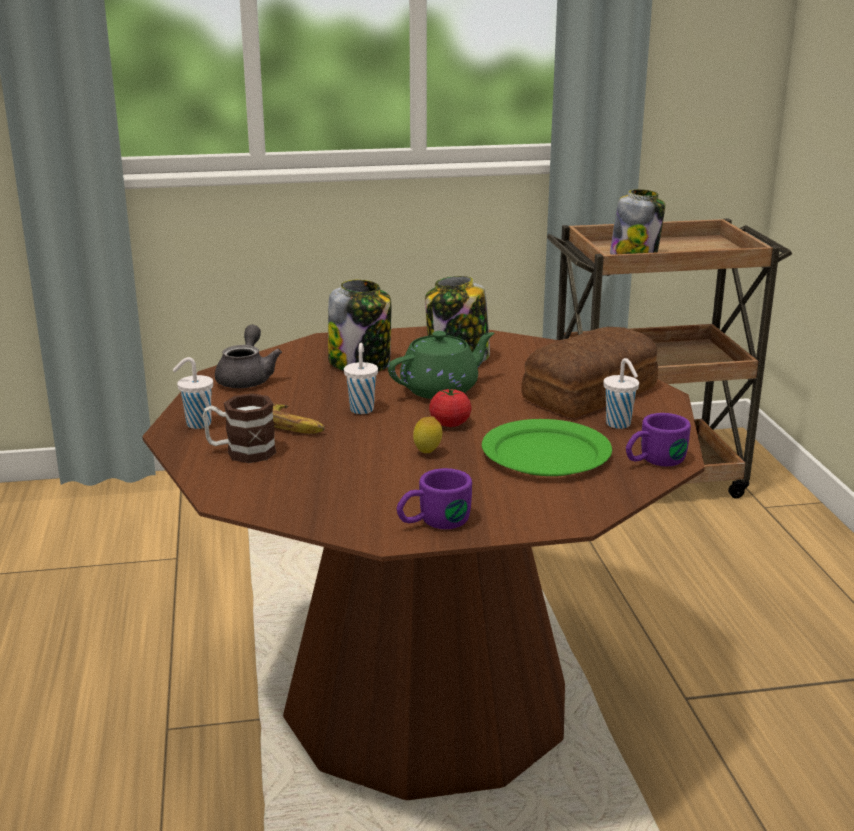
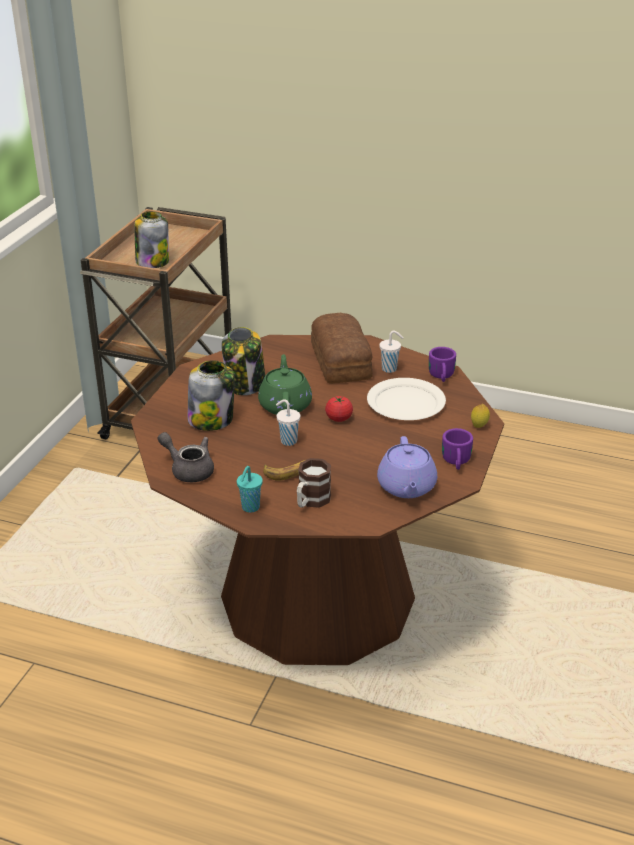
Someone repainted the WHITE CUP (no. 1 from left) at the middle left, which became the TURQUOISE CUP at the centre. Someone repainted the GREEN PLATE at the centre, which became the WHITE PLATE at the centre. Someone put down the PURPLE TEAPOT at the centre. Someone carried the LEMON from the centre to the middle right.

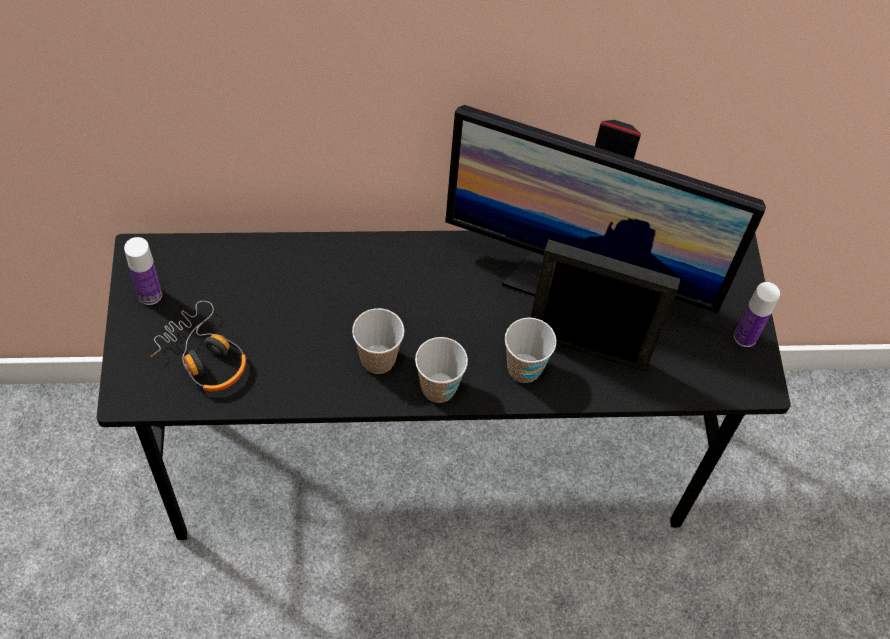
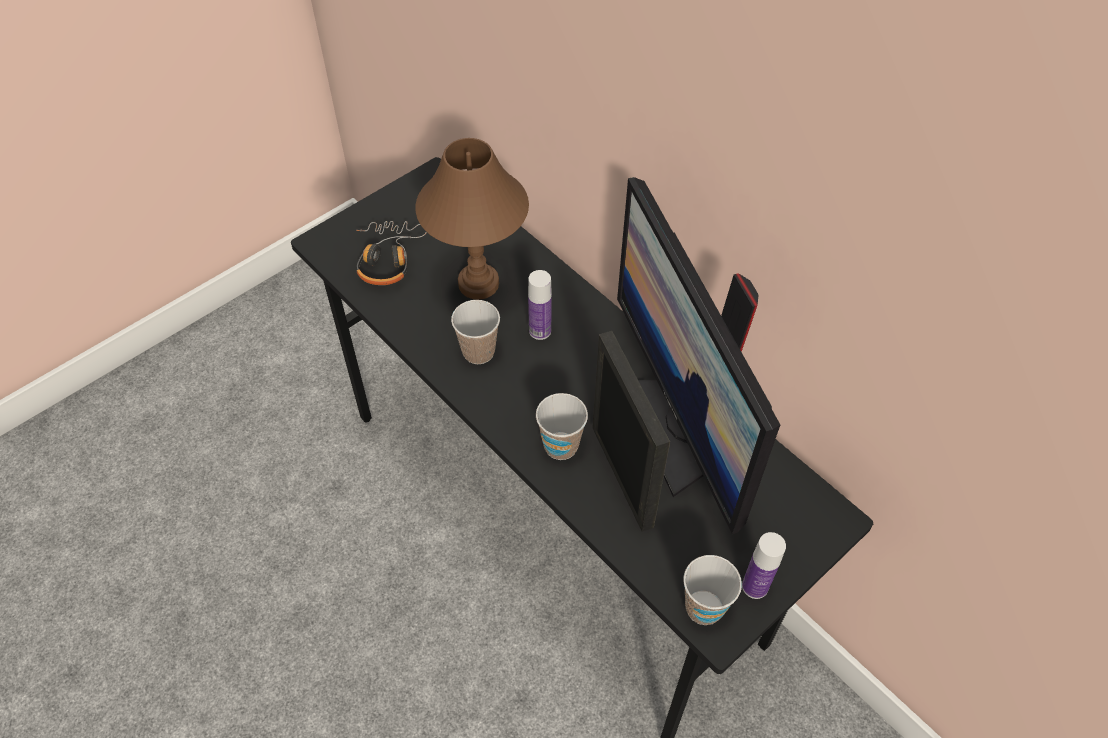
Someone put down the BROWN TABLE LAMP at the top centre. Someone carried the BOTTLE (no. 1 from left) from the middle left to the centre. Someone carried the CUP (no. 2 from left in the first image) from the centre to the bottom centre.

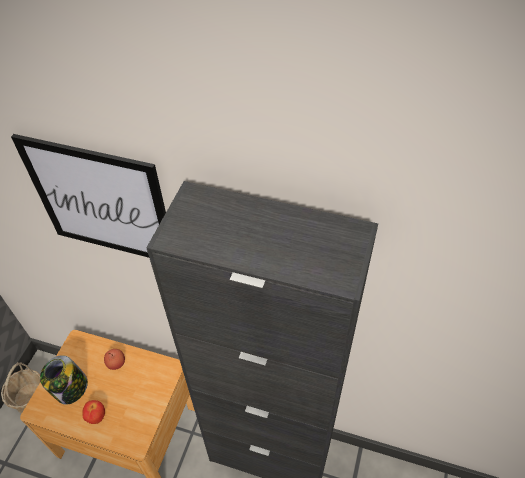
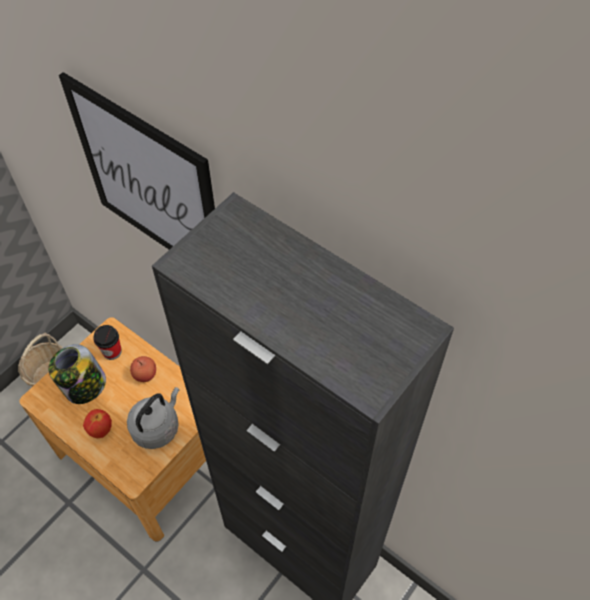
Someone put down the CUP at the middle left. Someone put down the GREY KETTLE at the bottom left.

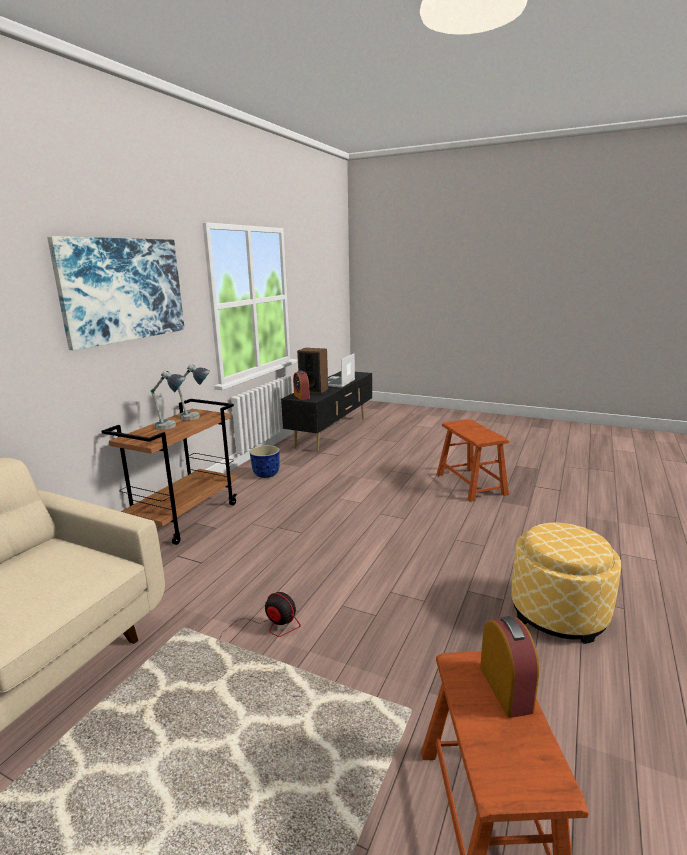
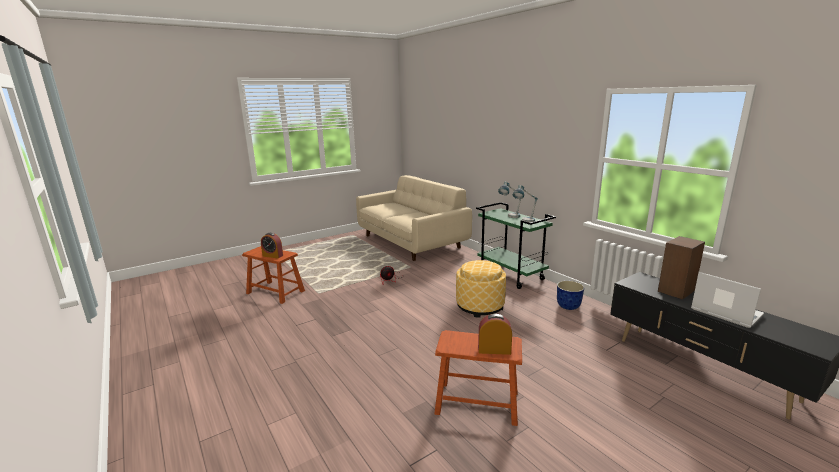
Someone carried the OTTOMAN from the bottom right to the centre. Someone repainted the BROWN CART at the middle left, which became the GREEN CART at the centre. Someone carried the ALARM CLOCK (no. 1 from left in the first image) from the centre to the bottom centre. Someone took away the PICTURE at the middle left.

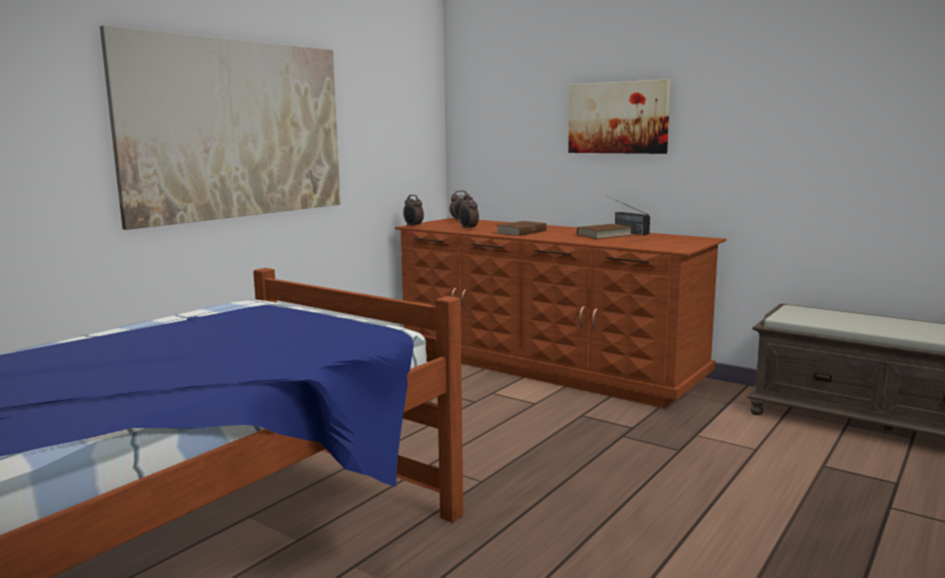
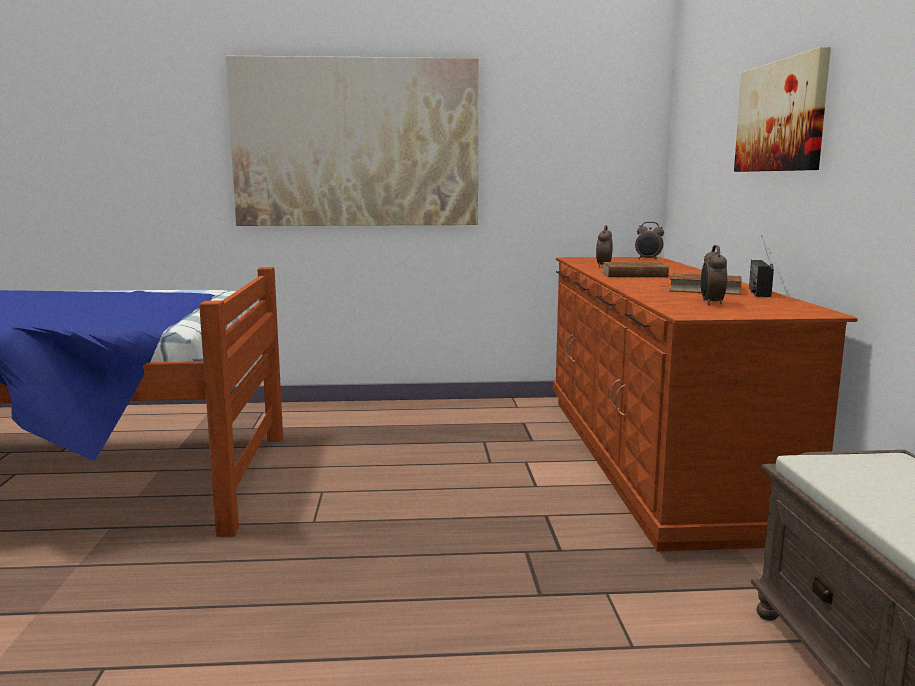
Someone carried the ALARM CLOCK (no. 1 from left in the first image) from the centre to the middle right.

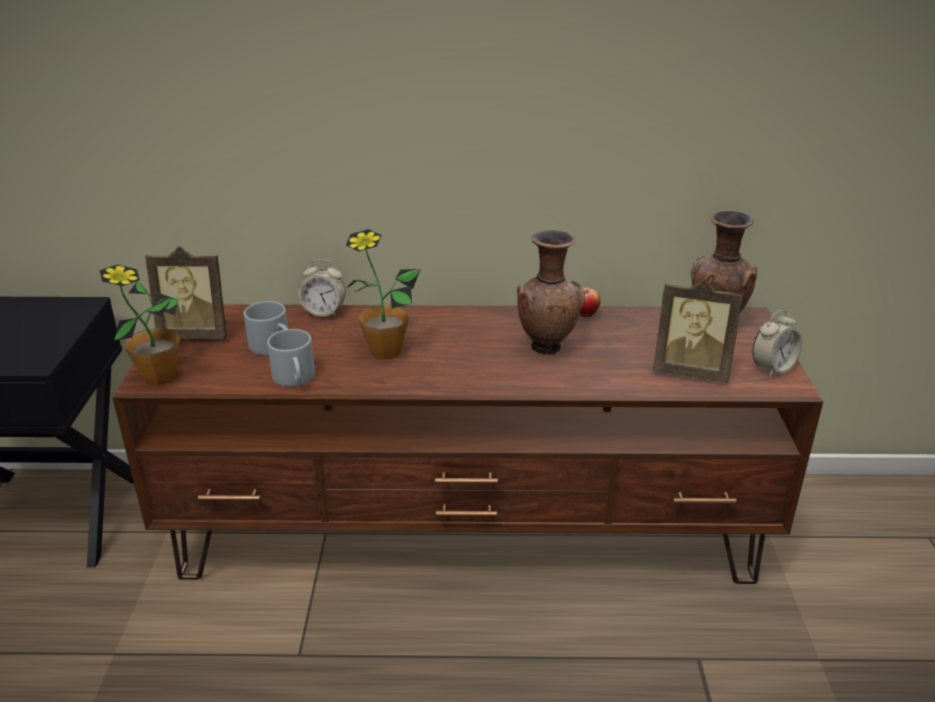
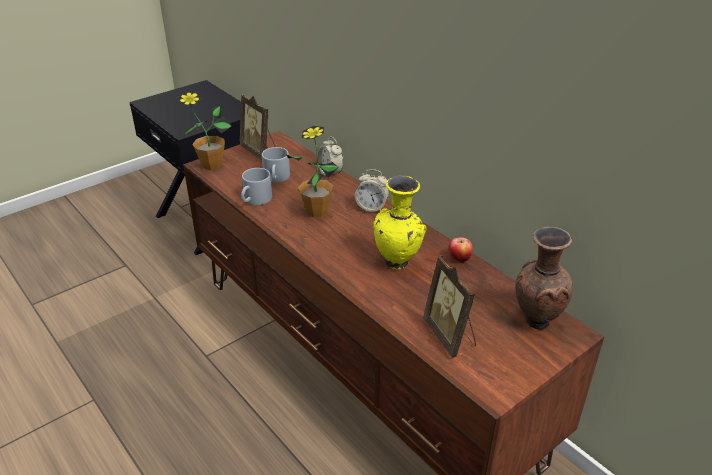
Someone carried the ALARM CLOCK (no. 2 from left) from the middle right to the centre. Someone repainted the BROWN VASE (no. 1 from left) at the centre, which became the YELLOW VASE at the centre.

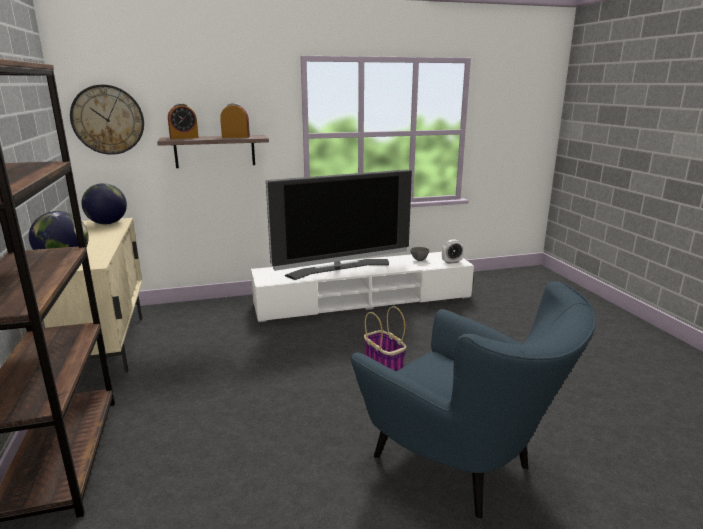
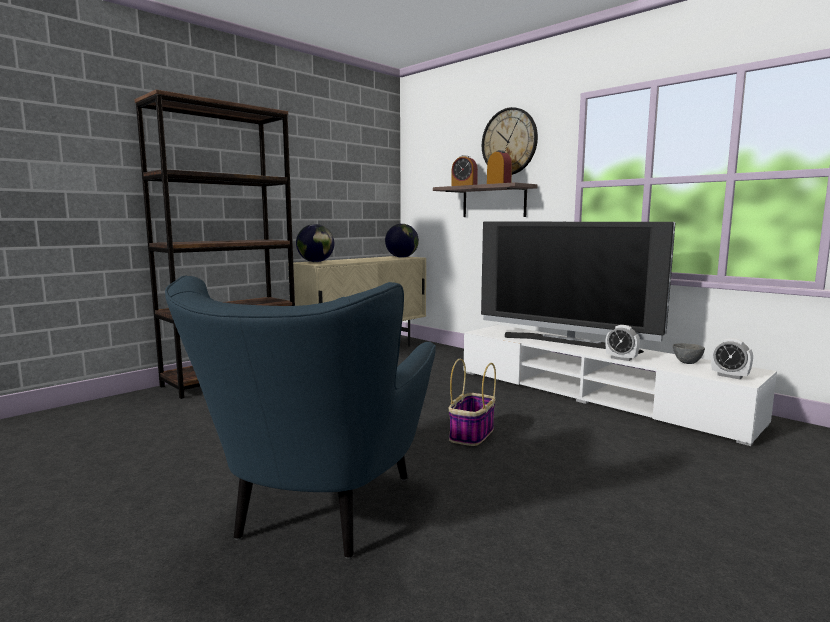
Someone carried the WALL CLOCK from the top left to the top centre. Someone put down the ALARM CLOCK (no. 3 from left) at the middle right.

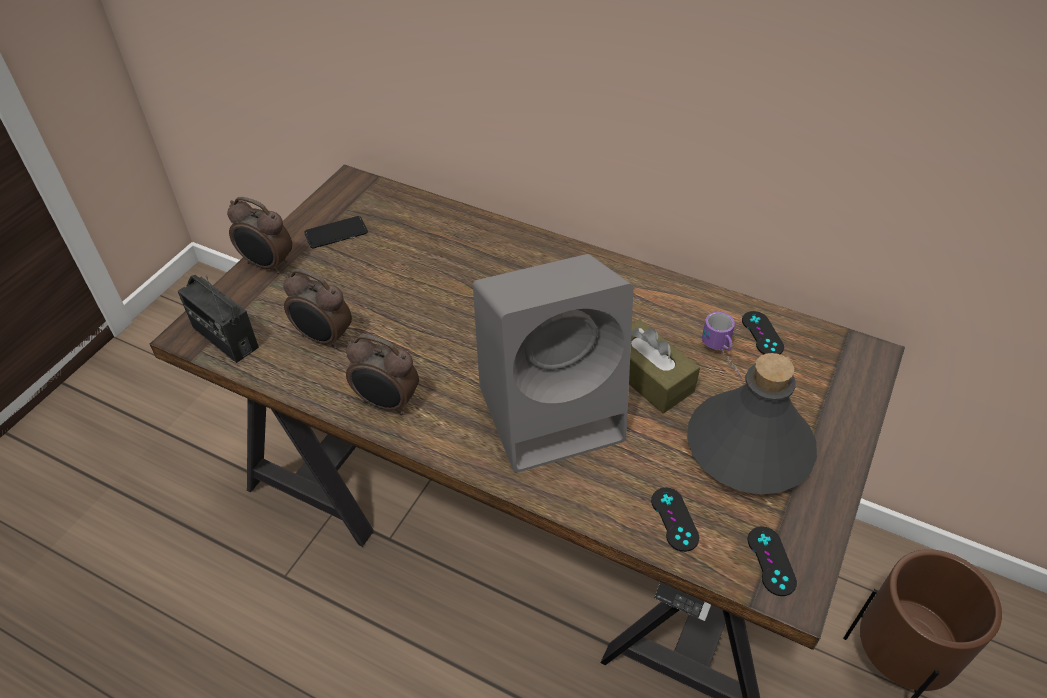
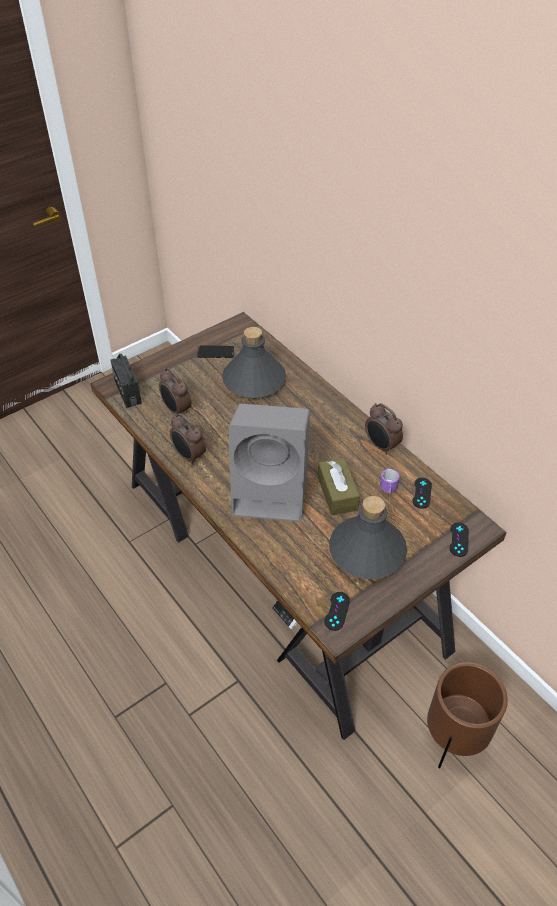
Someone put down the GREY BOTTLE (no. 1 from left) at the centre. Someone carried the ALARM CLOCK (no. 1 from left in the first image) from the middle left to the middle right. Someone carried the BLACK GAME CONTROLLER (no. 1 from left in the first image) from the bottom centre to the middle right.

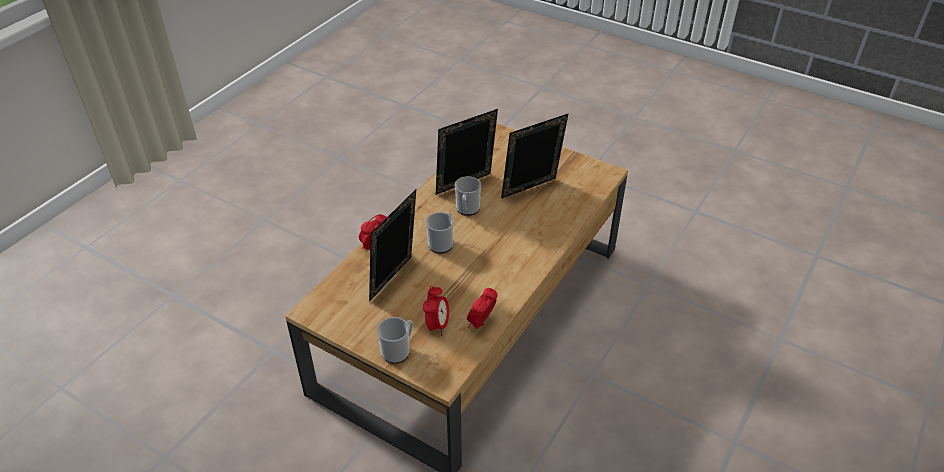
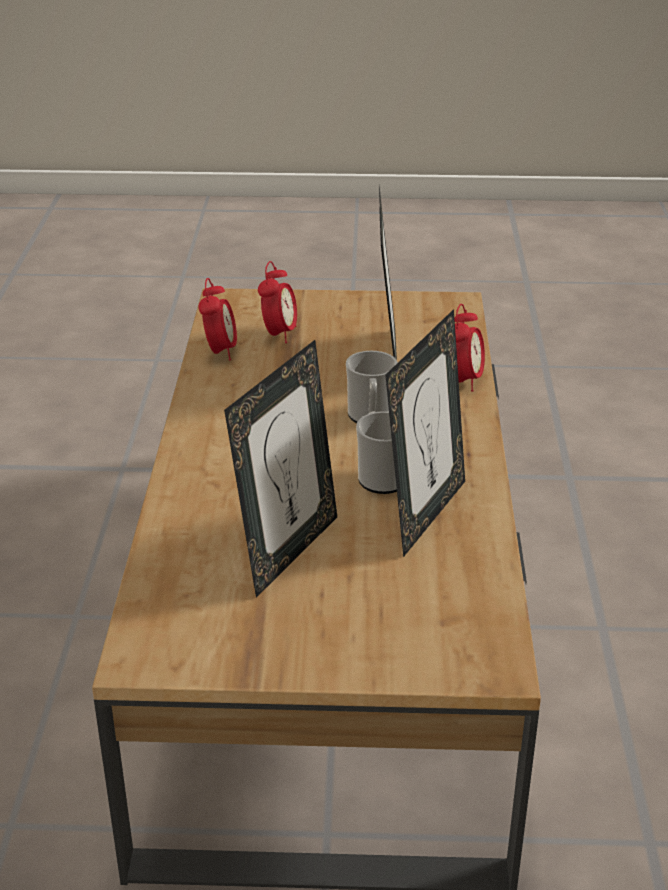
Someone rotated the ALARM CLOCK (no. 2 from left) at the centre by 150 degrees counterclockwise. Someone took away the MUG (no. 1 from left) at the bottom centre.

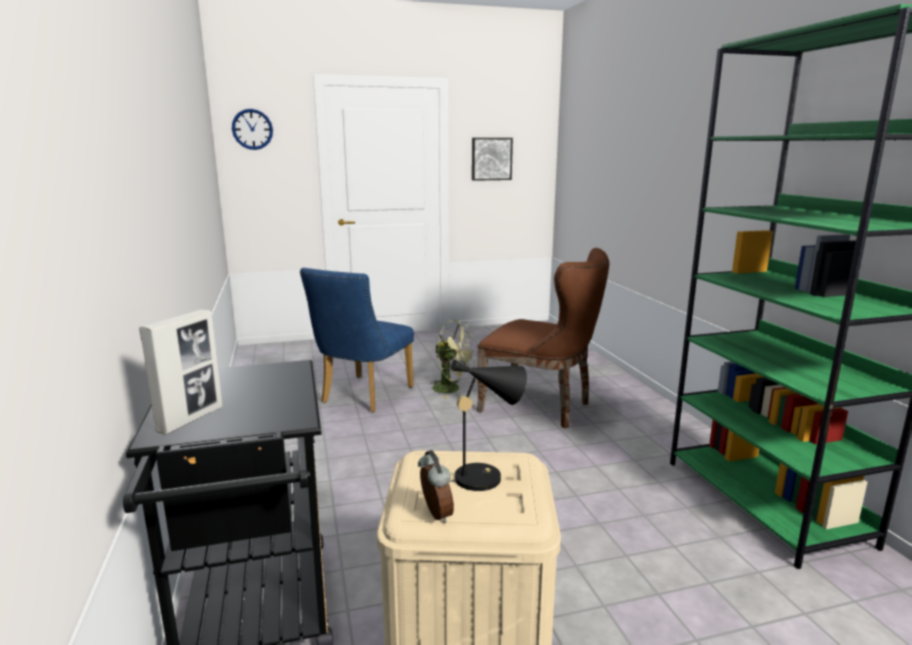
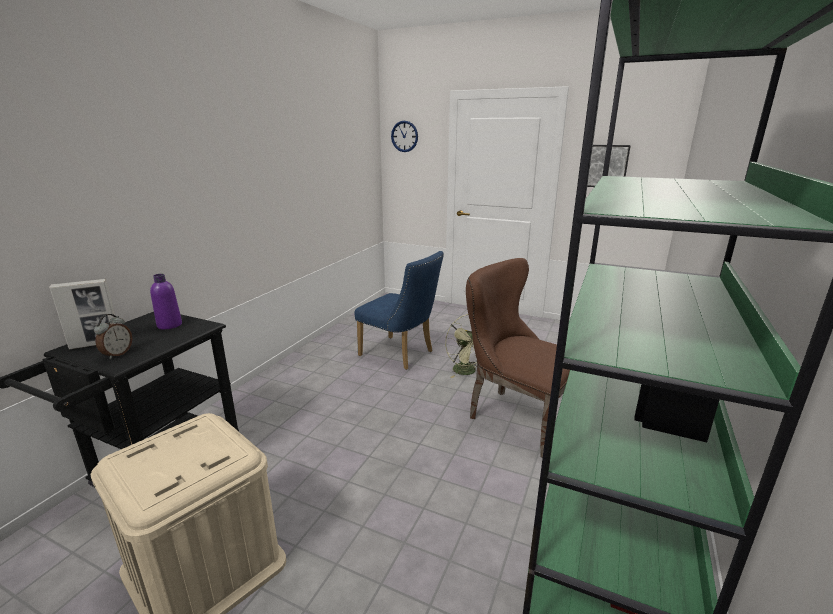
Someone carried the ALARM CLOCK from the bottom centre to the middle left. Someone put down the PURPLE BOTTLE at the middle left. Someone rotated the BLUE CHAIR at the centre by 120 degrees counterclockwise. Someone rotated the BROWN CHAIR at the centre by 150 degrees clockwise. Someone took away the BLACK TABLE LAMP at the centre.

